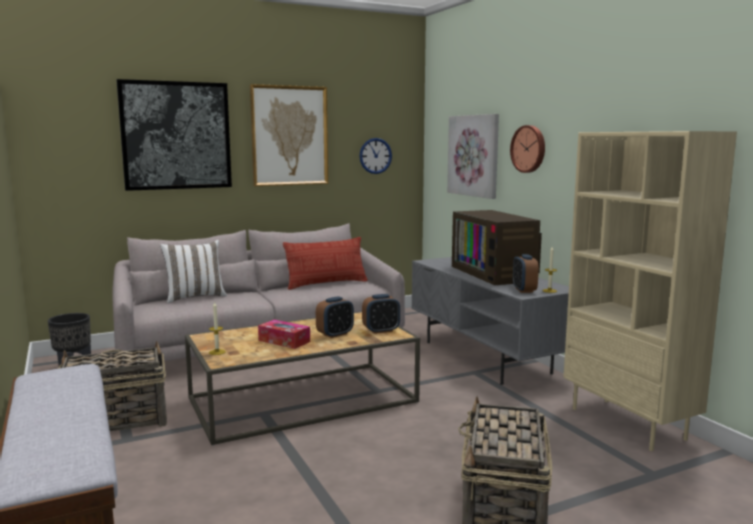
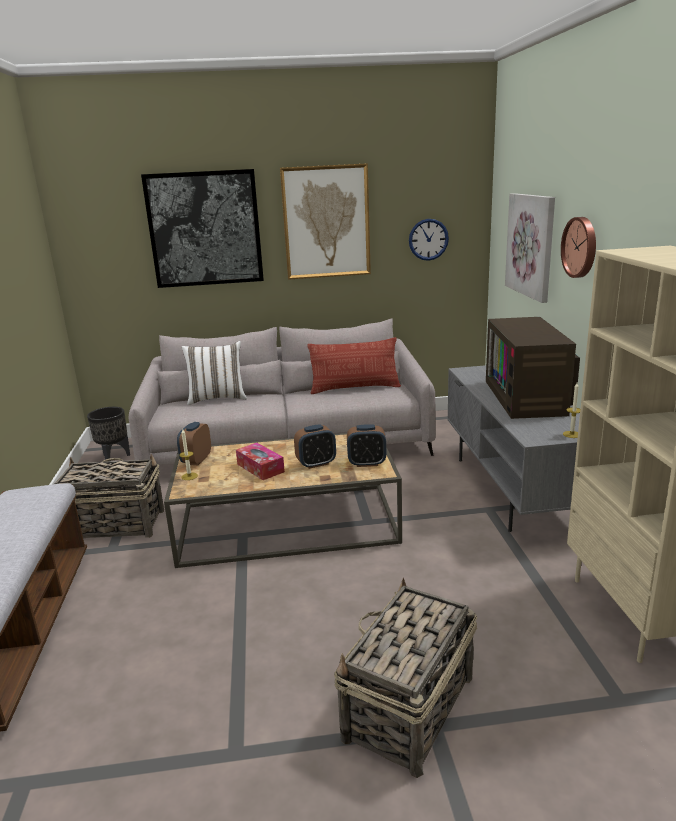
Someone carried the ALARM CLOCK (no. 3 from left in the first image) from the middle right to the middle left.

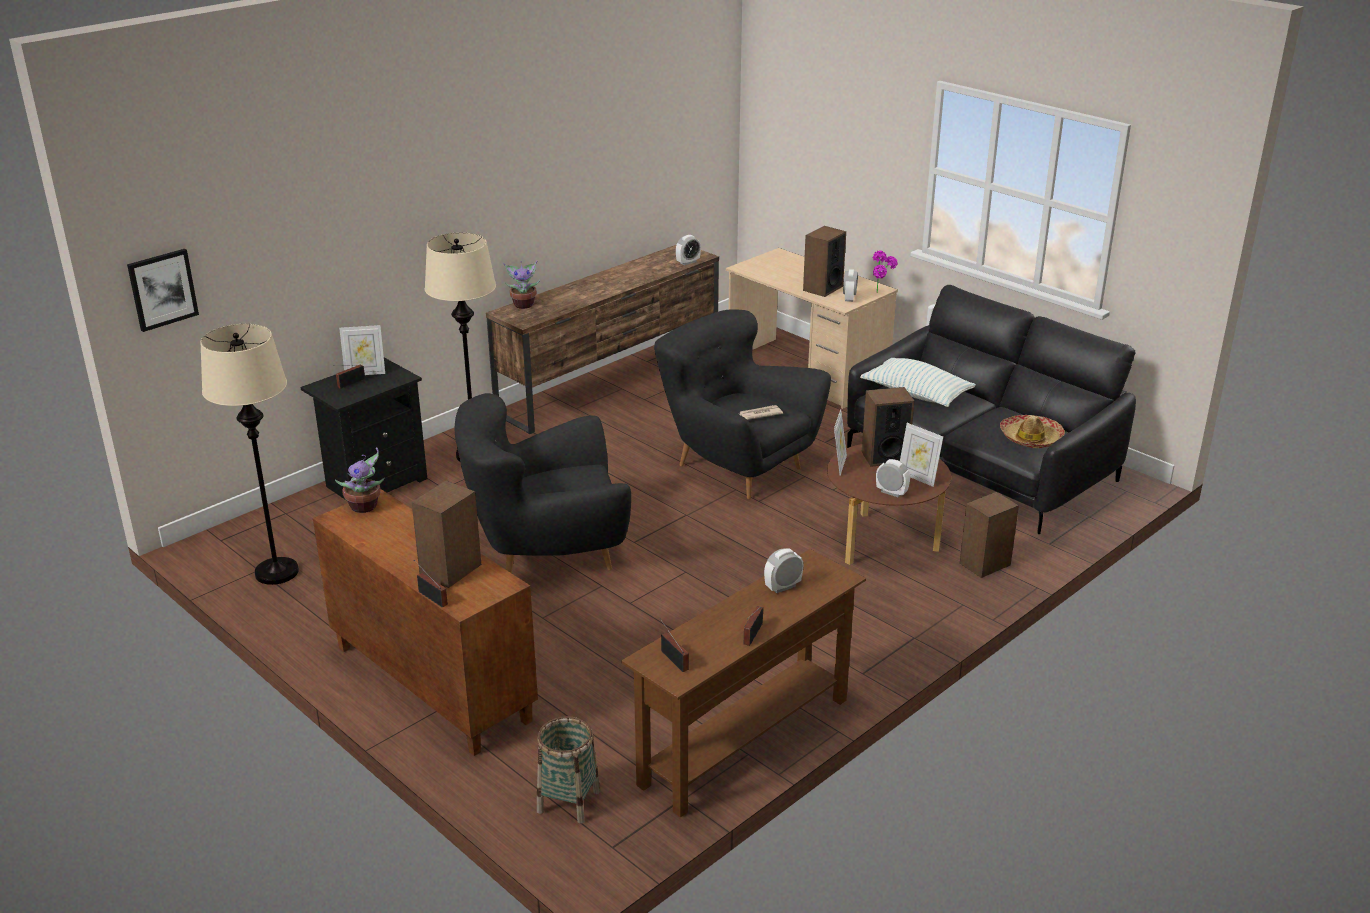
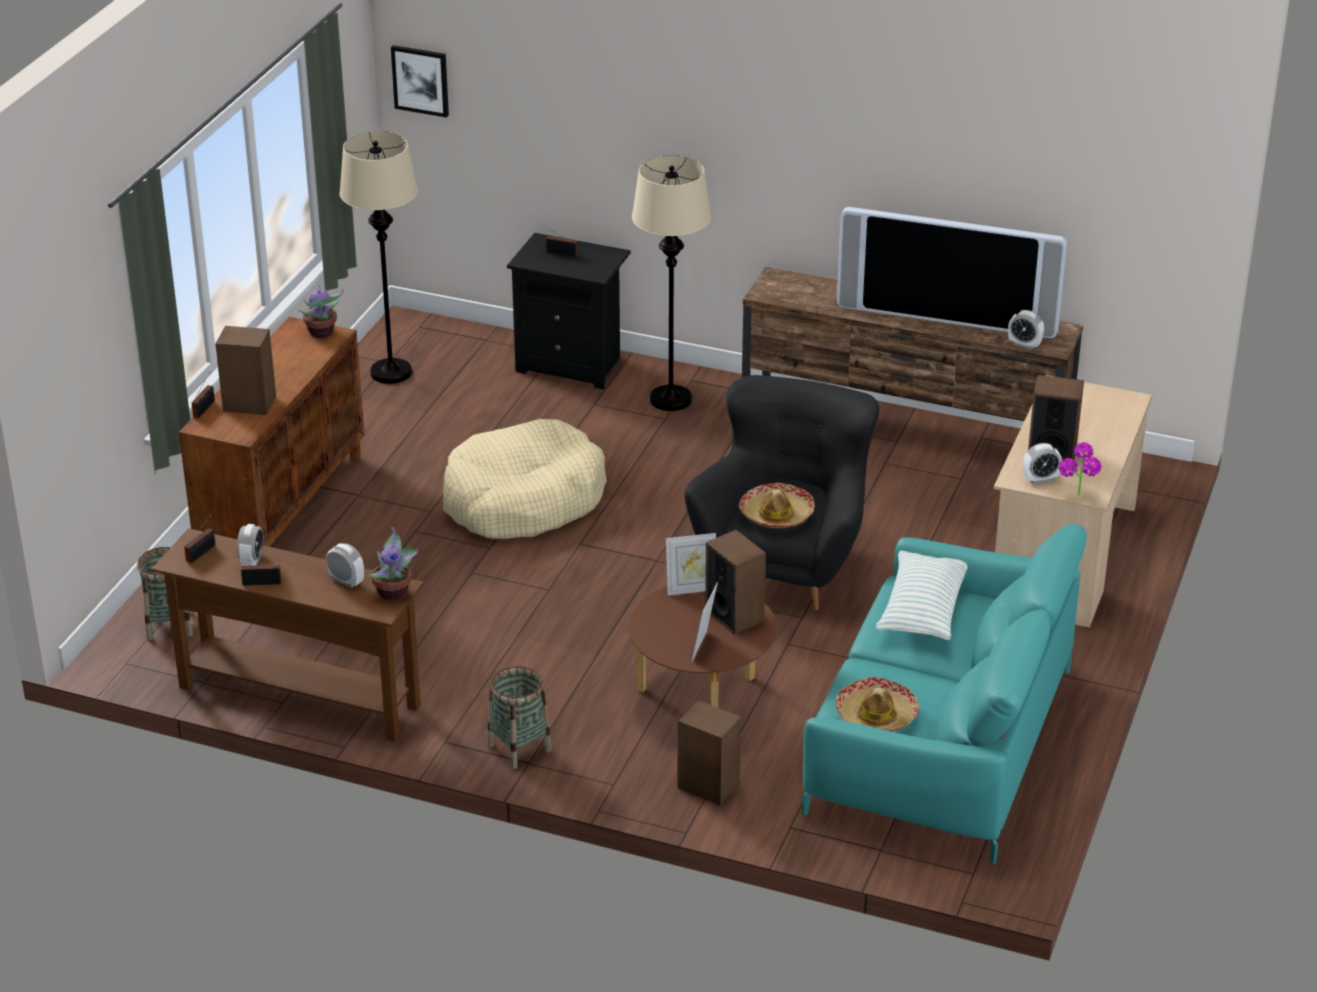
Someone carried the ALARM CLOCK (no. 4 from left in the first image) from the centre to the middle left. Someone carried the POTTED PLANT (no. 2 from left) from the top centre to the middle left. Someone swapped the BLACK ARMCHAIR (no. 1 from left) at the centre for the BEIGE DOG BED at the centre. Someone put down the BASKET (no. 2 from left) at the bottom centre. Someone swapped the NEWSPAPER at the centre for the HAT (no. 1 from left) at the centre. Someone repainted the BLACK SOFA at the middle right, which became the TURQUOISE SOFA at the bottom right. Someone put down the TELEVISION at the top right. Someone took away the PICTURE FRAME (no. 1 from left) at the middle left.

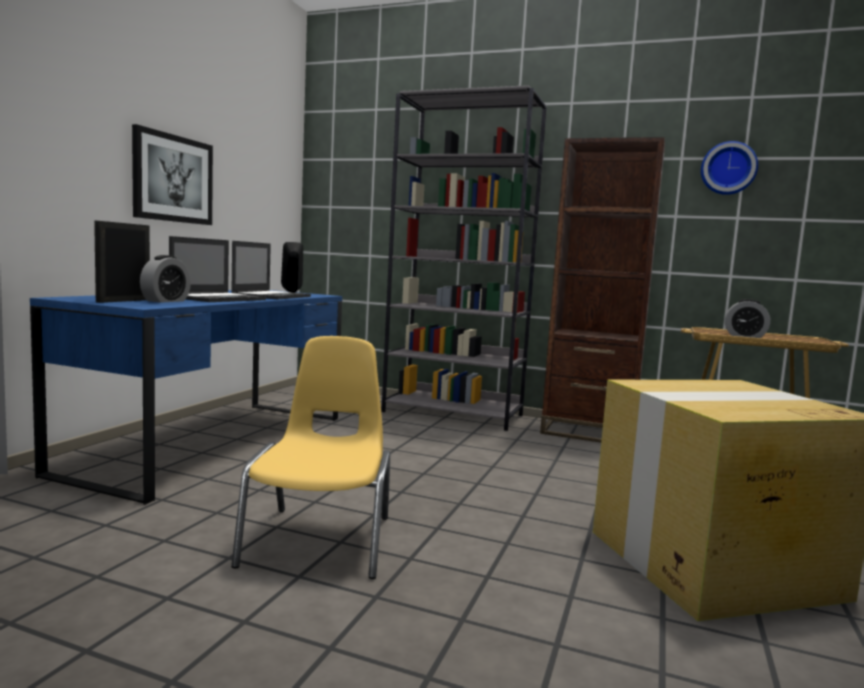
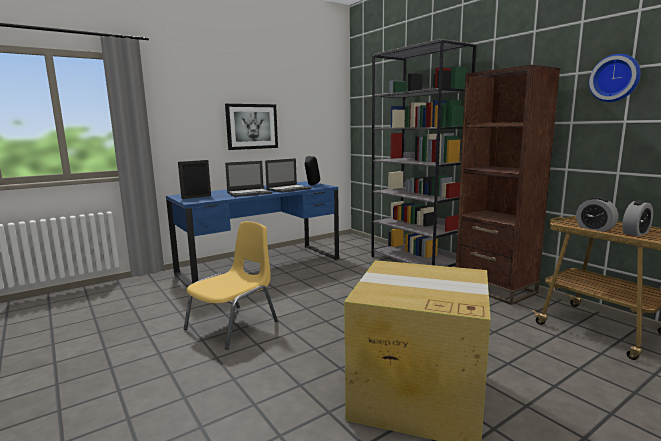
Someone carried the ALARM CLOCK (no. 1 from left in the first image) from the middle left to the middle right.

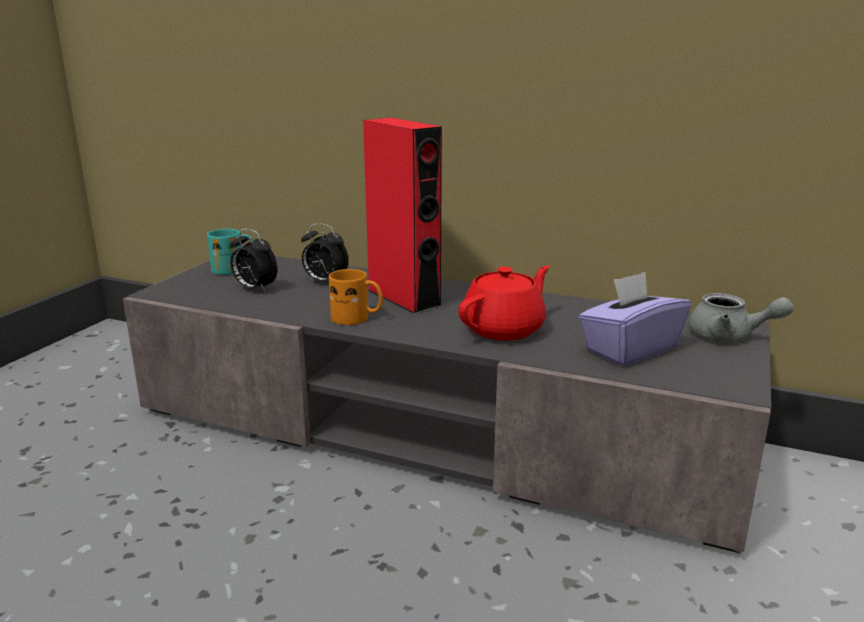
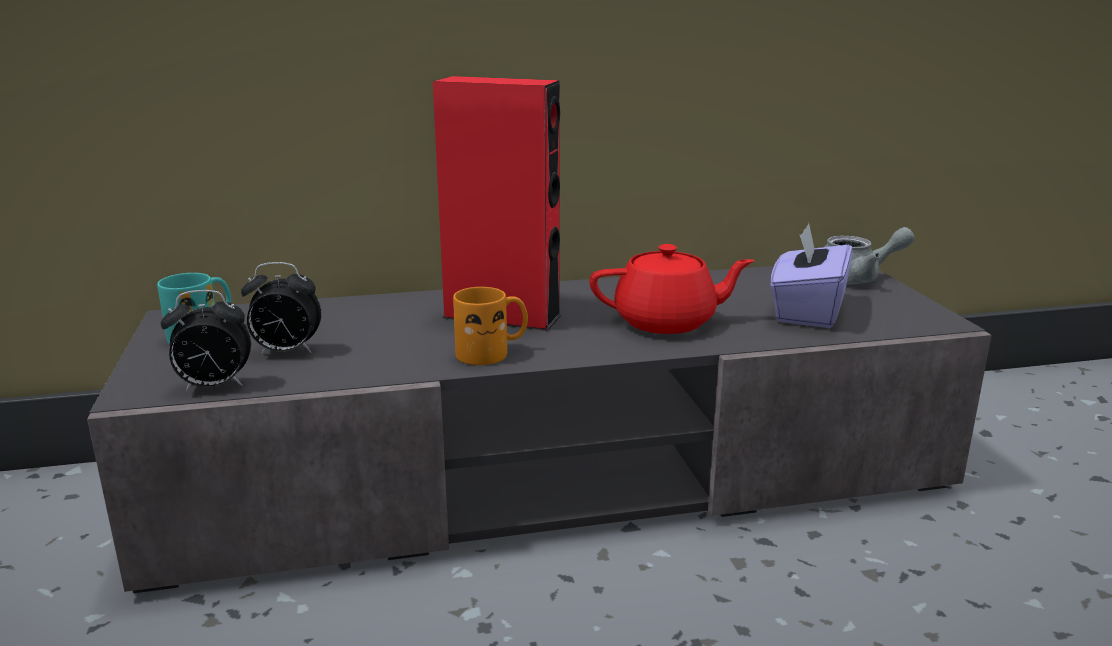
Someone carried the ALARM CLOCK (no. 2 from left in the first image) from the centre to the middle left. Someone rotated the RED TEAPOT at the centre by 75 degrees clockwise.

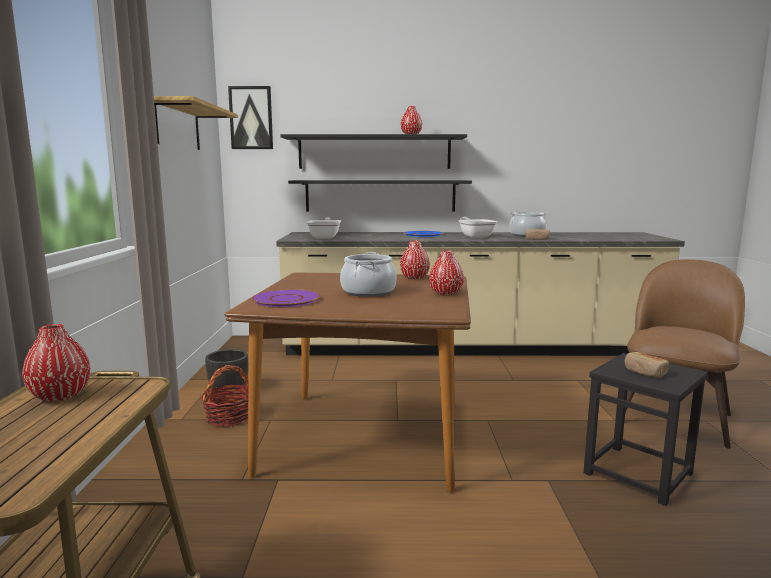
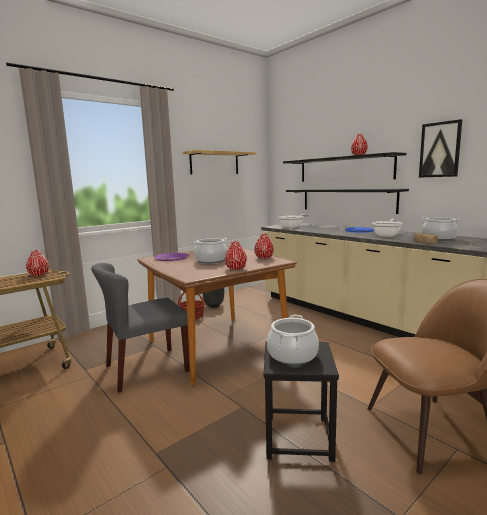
Someone put down the GREY CHAIR at the middle left. Someone swapped the BREAD (no. 2 from left) at the middle right for the COOKING POT (no. 2 from left) at the centre. Someone carried the PICTURE from the top left to the top right.

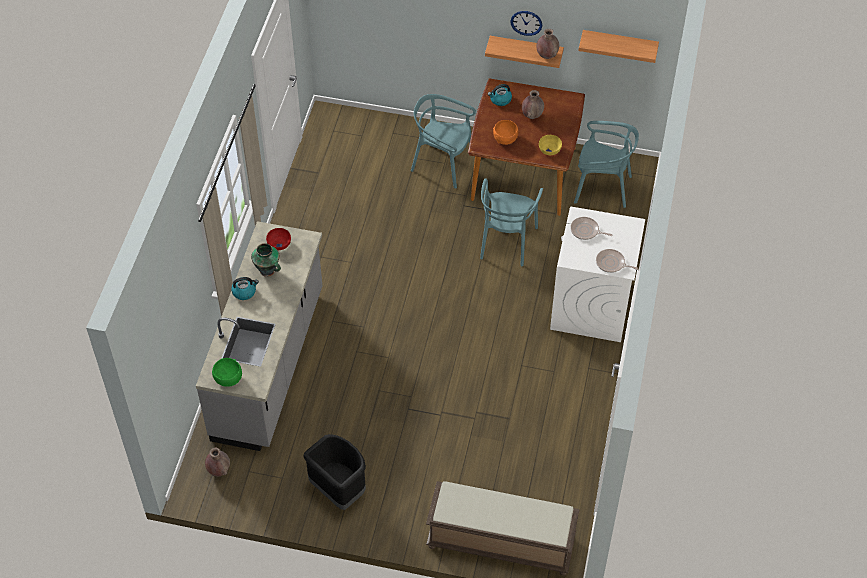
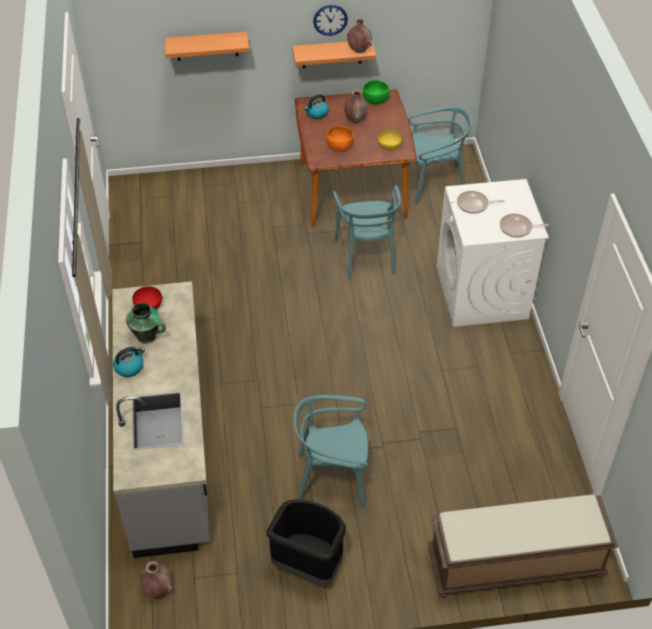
Someone carried the SHELF (no. 2 from left in the first image) from the top right to the top left. Someone carried the TURQUOISE CHAIR (no. 1 from left) from the top centre to the bottom centre. Someone carried the GREEN BOWL from the middle left to the top centre.

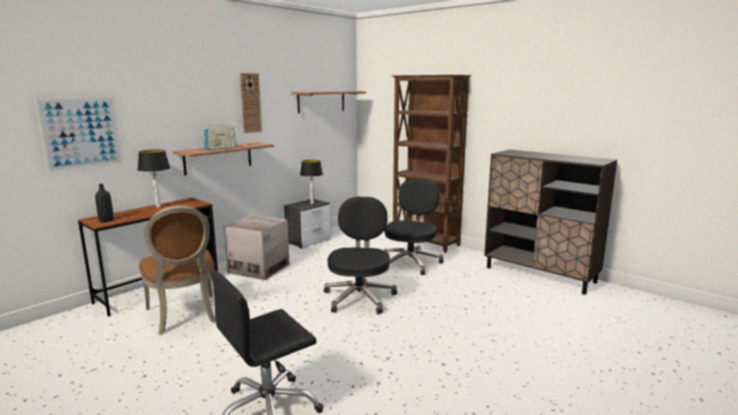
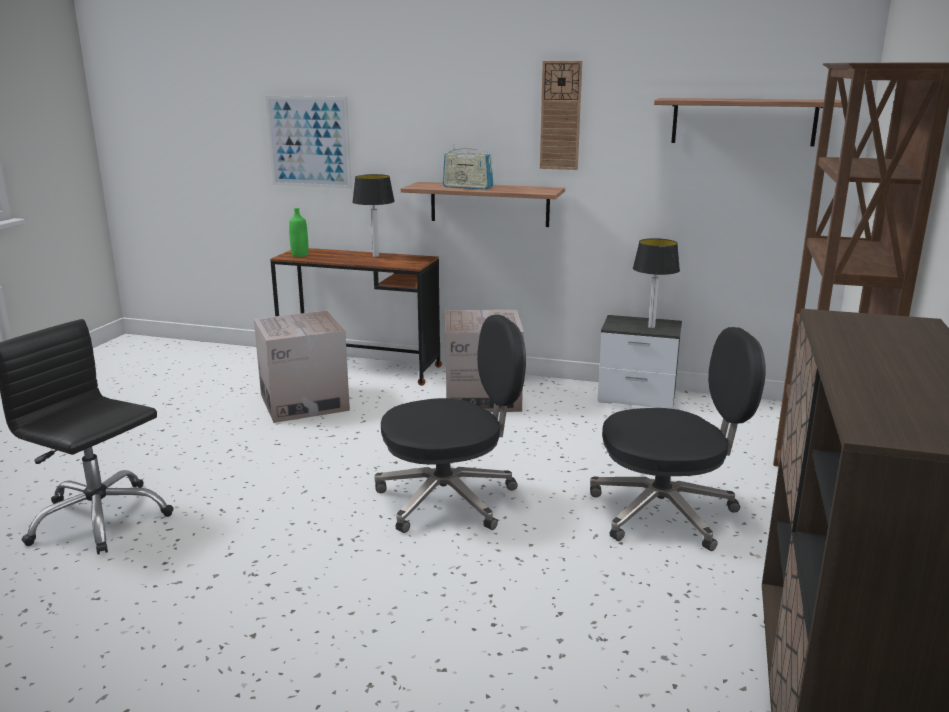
Someone swapped the BROWN CHAIR at the middle left for the CARDBOARD BOX (no. 1 from left) at the middle left. Someone repainted the BLACK BOTTLE at the middle left, which became the GREEN BOTTLE at the top left.

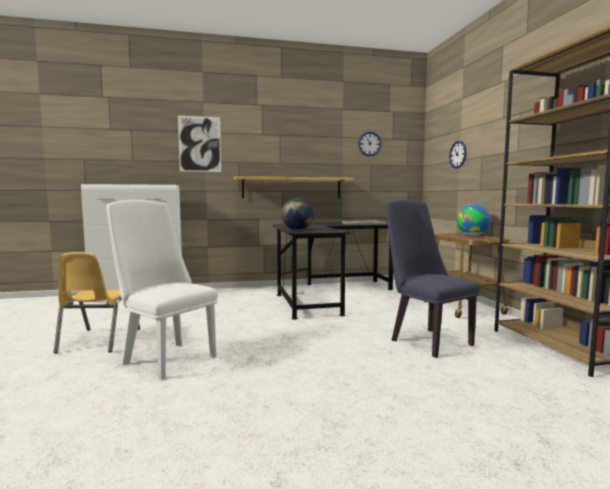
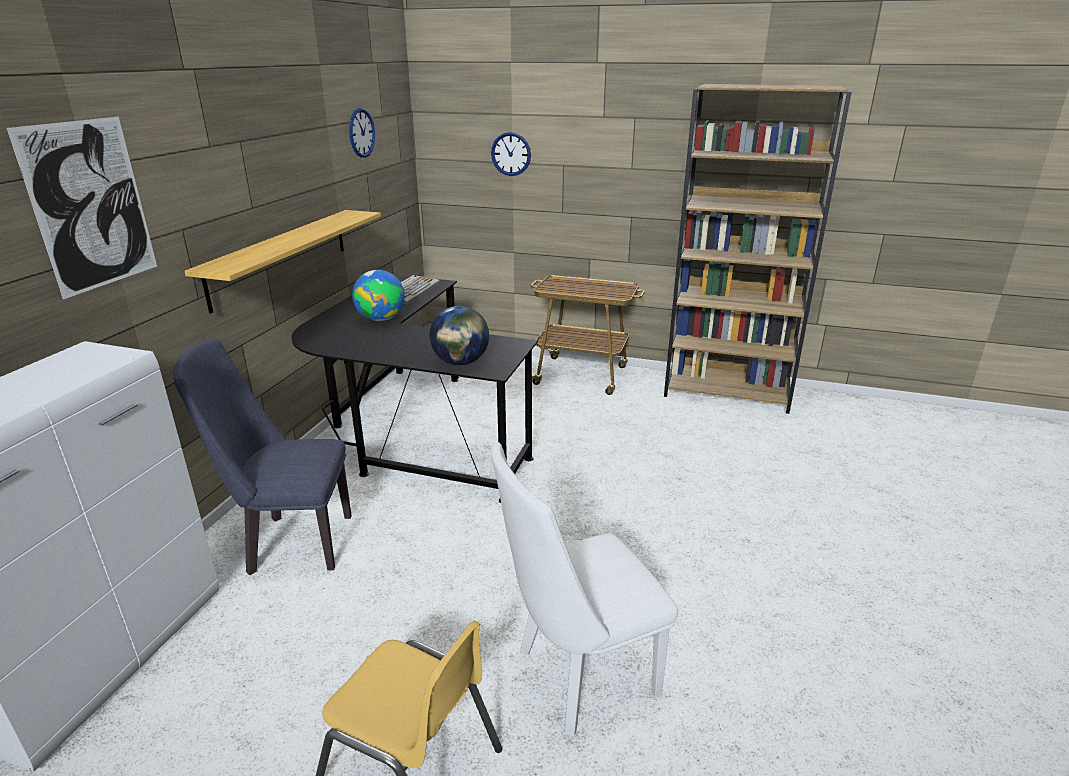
Someone carried the BLUE CHAIR from the middle right to the middle left. Someone carried the GLOBE (no. 2 from left in the first image) from the middle right to the centre.

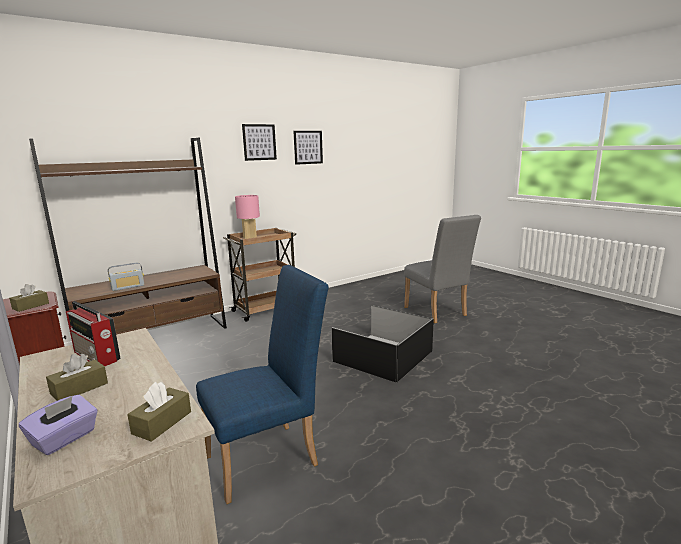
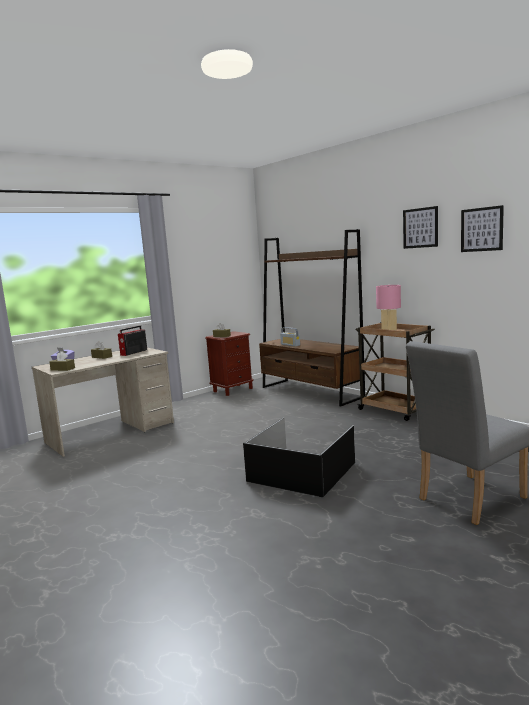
Someone took away the BLUE CHAIR at the bottom centre.

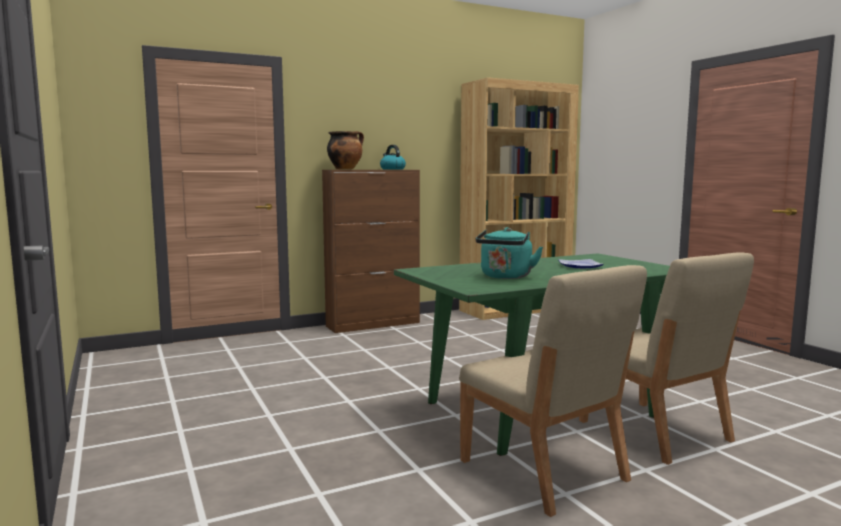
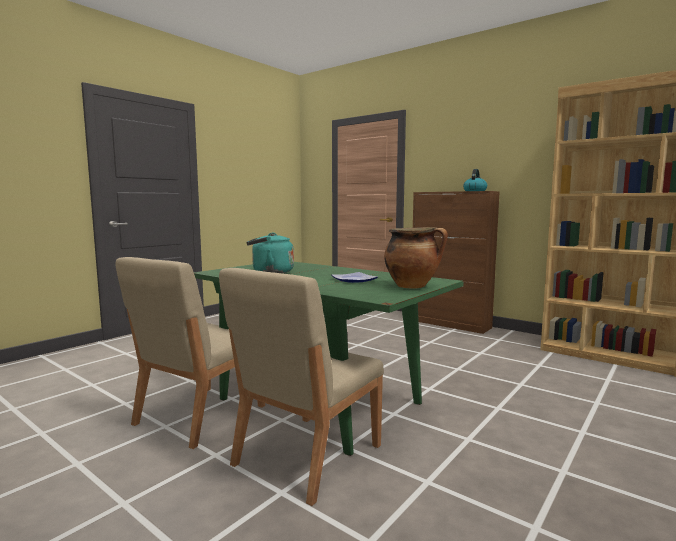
Someone carried the COOKING POT from the top centre to the centre.

